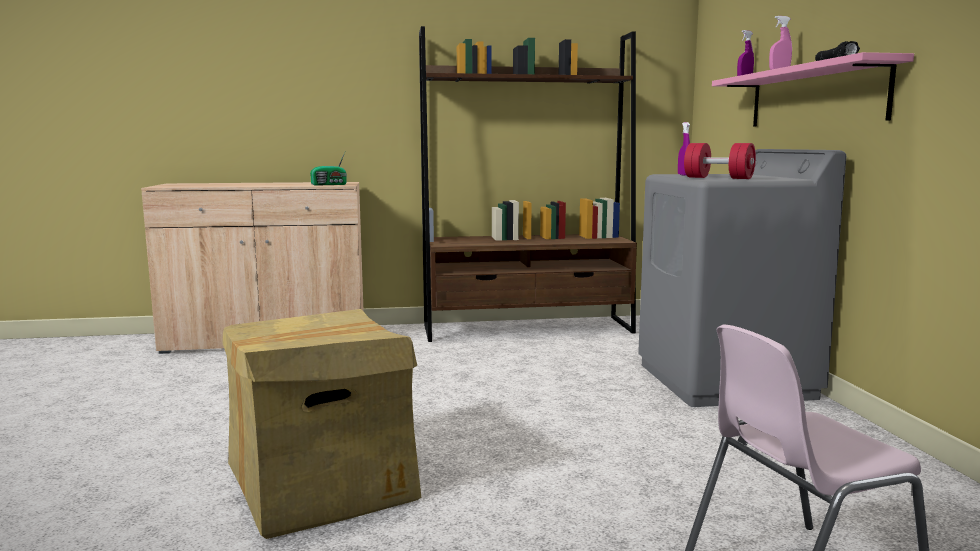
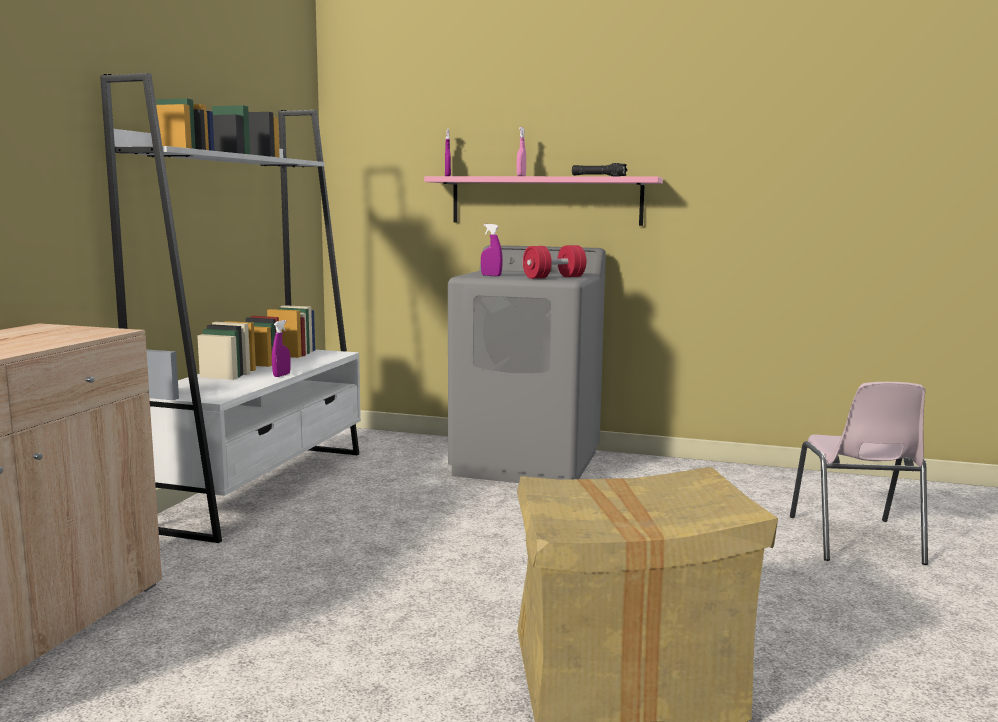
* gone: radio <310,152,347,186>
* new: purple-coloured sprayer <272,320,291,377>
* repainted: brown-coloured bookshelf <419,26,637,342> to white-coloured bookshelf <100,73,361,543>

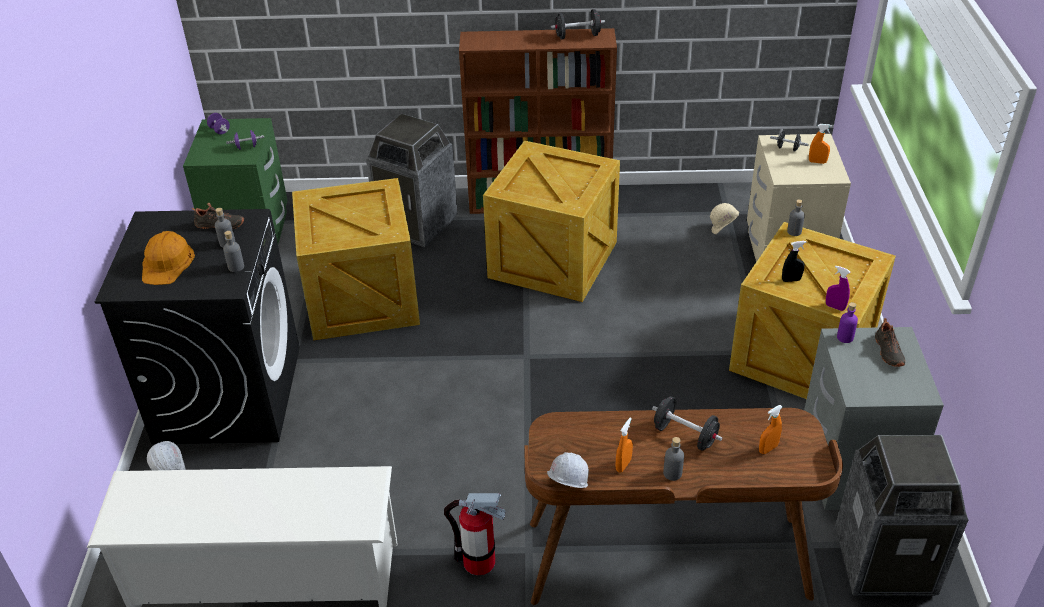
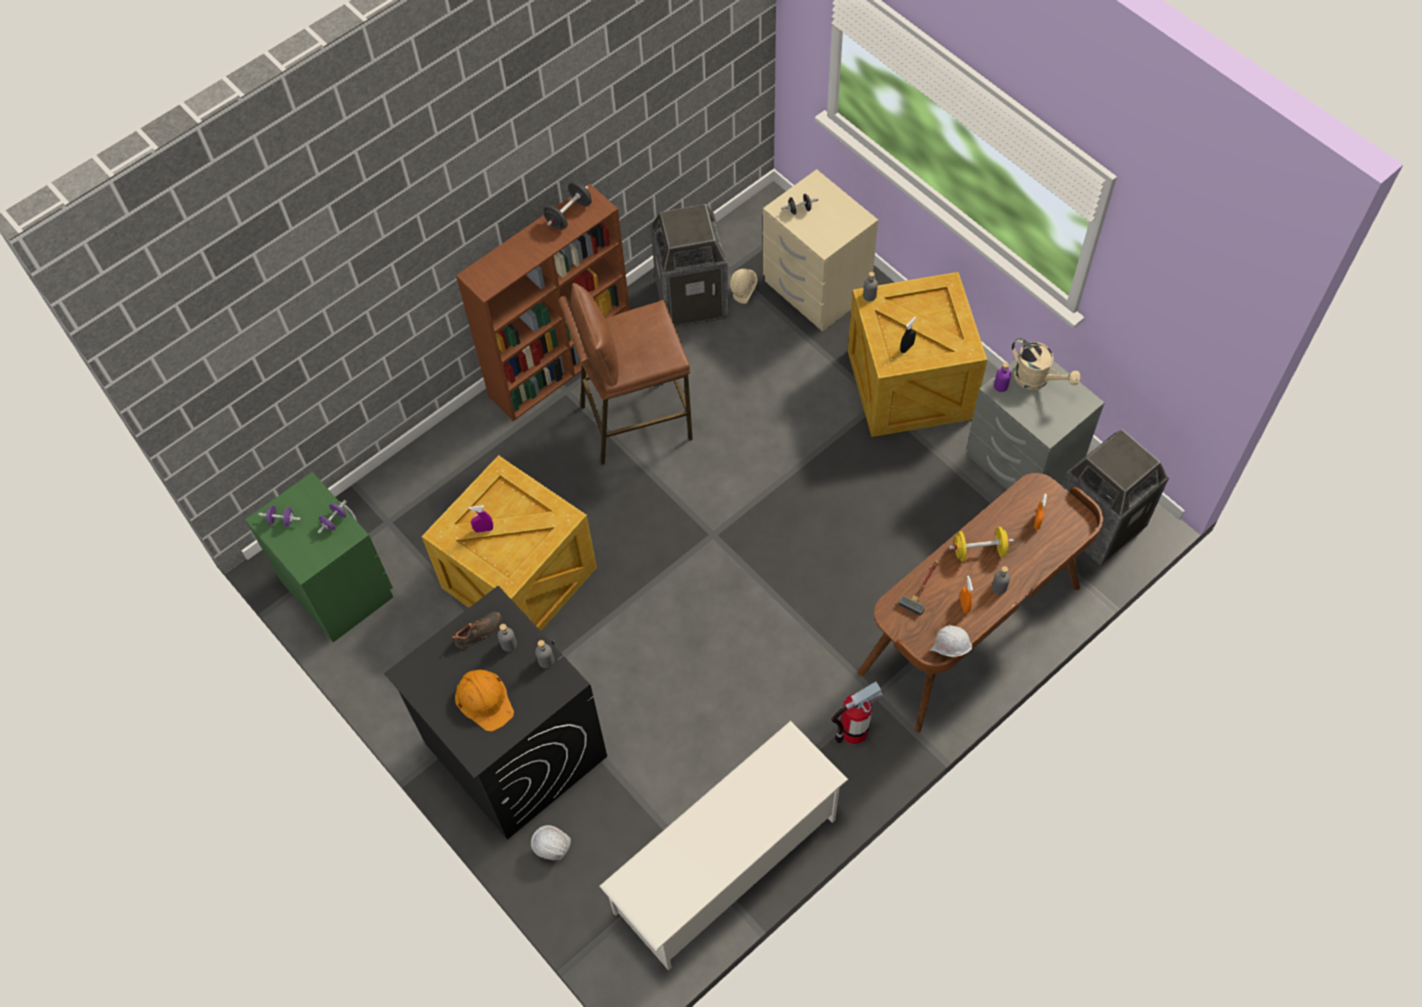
* gone: orangey sprayer <809,124,832,164>
* new: hand hammer <898,560,938,616>
* shifted: rubbish bin <366,113,458,248> to <650,204,729,328>
* shifted: purple-coloured sprayer <826,266,850,311> to <469,505,493,533>
* swapped: shipping crate <483,141,620,302> to brown-coloured stool seat <559,283,693,465>
* swapped: black low shoe <875,318,905,367> to beige-coloured watering can <1012,338,1080,390>
* repainted: black free weight <652,396,722,451> to yellowish free weight <949,527,1014,562>

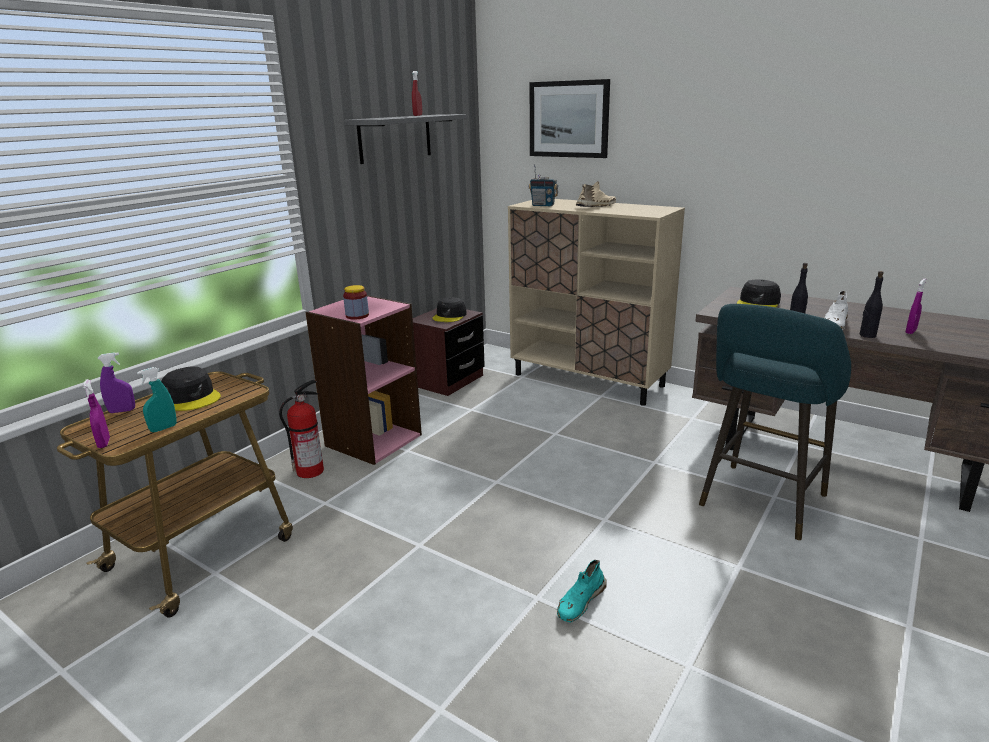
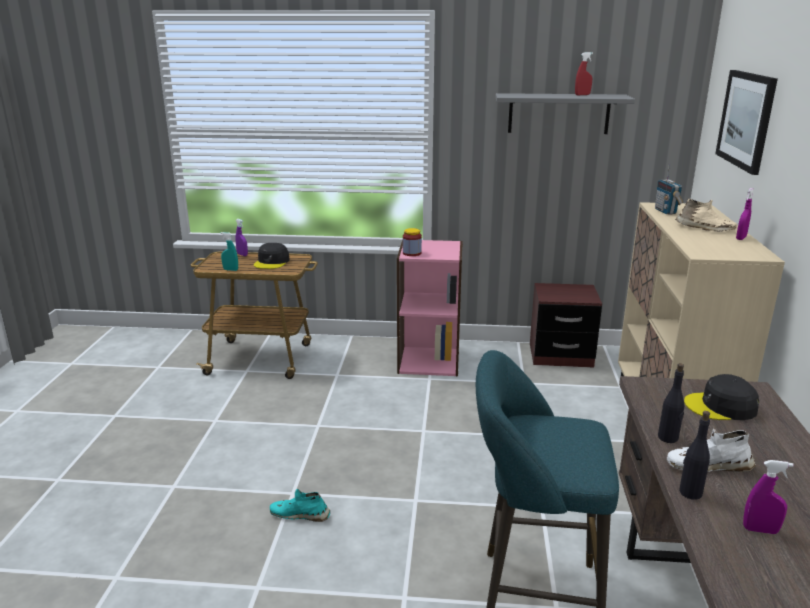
* gone: extinguisher <279,380,324,478>
* gone: black baseball cap <433,297,467,322>
* shifted: purple-coloured sprayer <83,379,110,448> to <736,188,754,240>

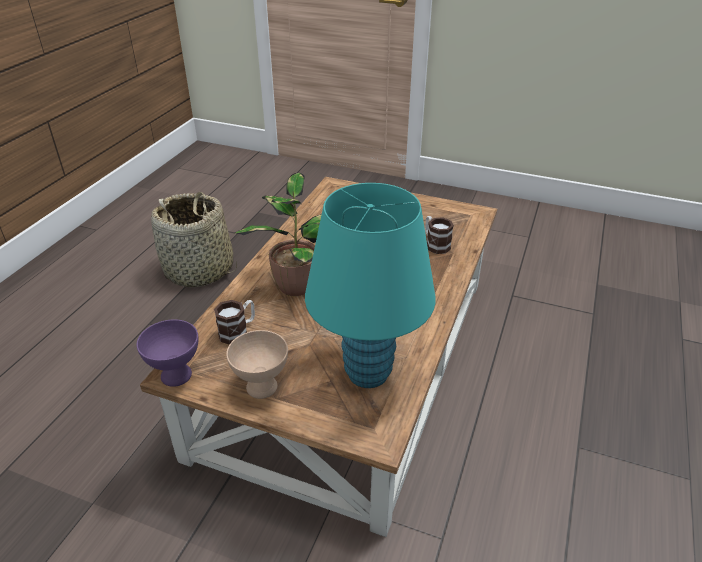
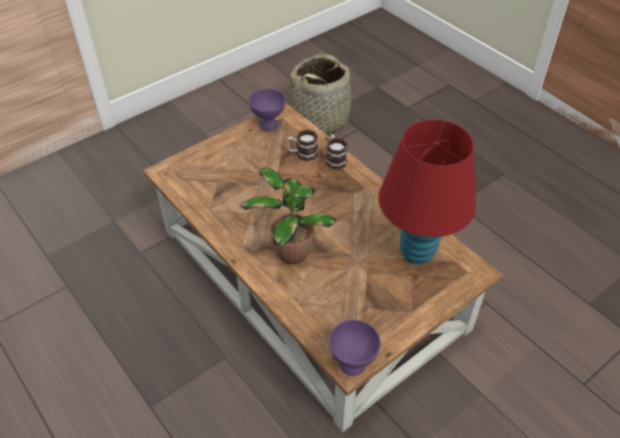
* gone: beige-coloured deep dish <226,330,288,399>
* new: purple-coloured deep dish <249,89,286,131>
* shifted: basket <151,192,237,287> to <290,53,359,135>
* shifted: tea mug <214,300,255,345> to <326,135,348,170>
* repainted: blue-green table lamp <305,183,436,388> to reddish table lamp <378,119,476,265>

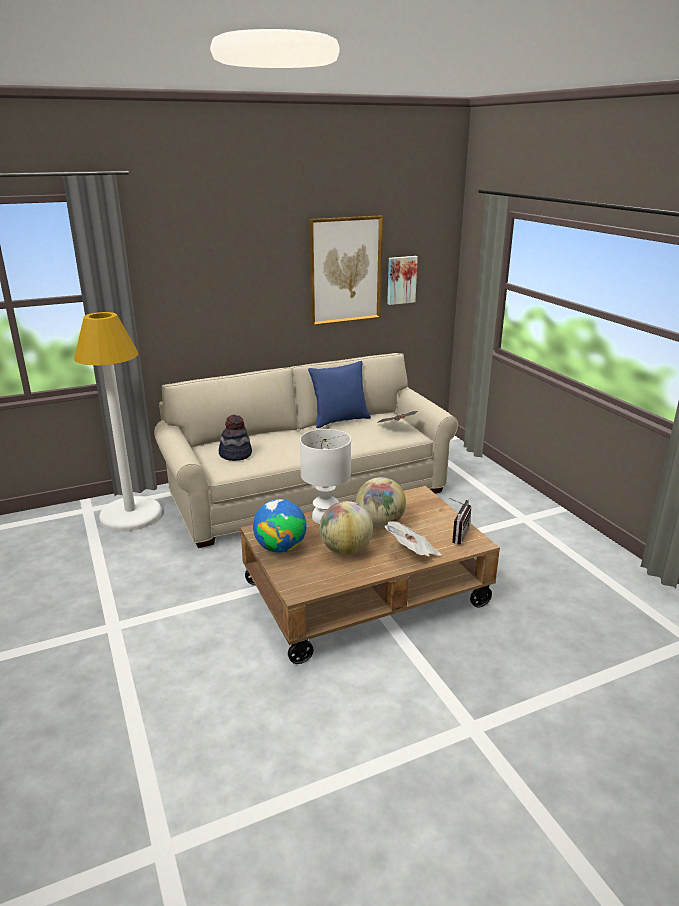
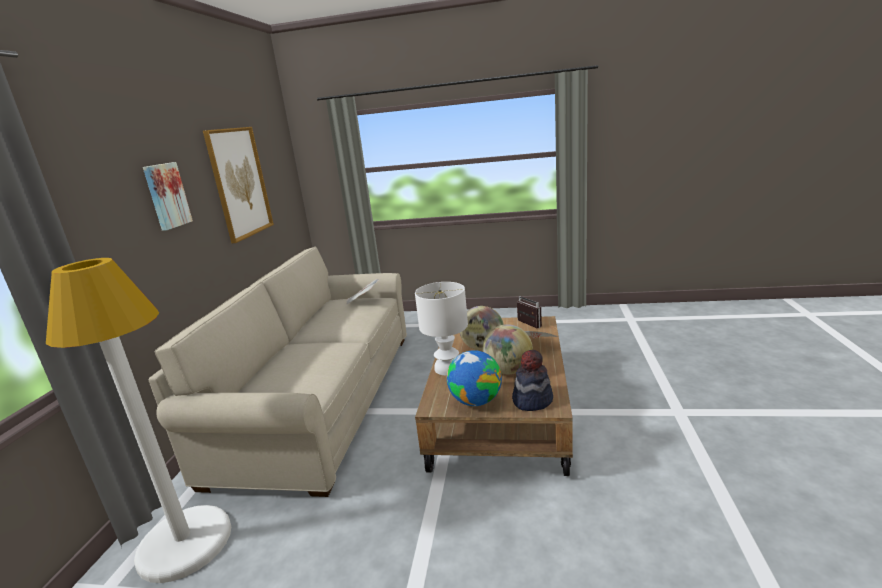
* gone: blue-coloured throw pillow <308,361,371,428>
* shifted: hat <219,414,252,461> to <512,350,553,411>
* shifted: wall art <387,256,418,305> to <143,162,193,231>

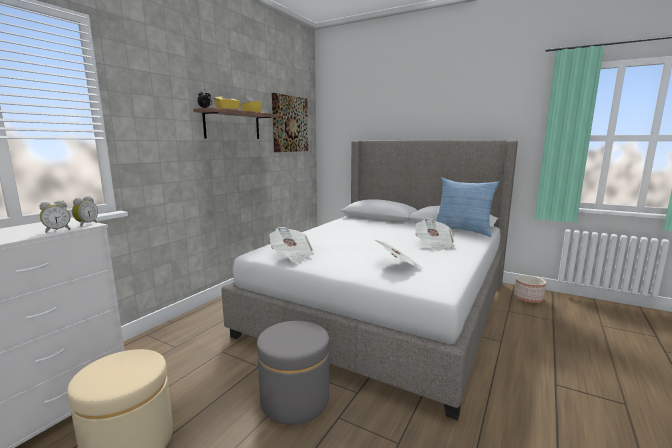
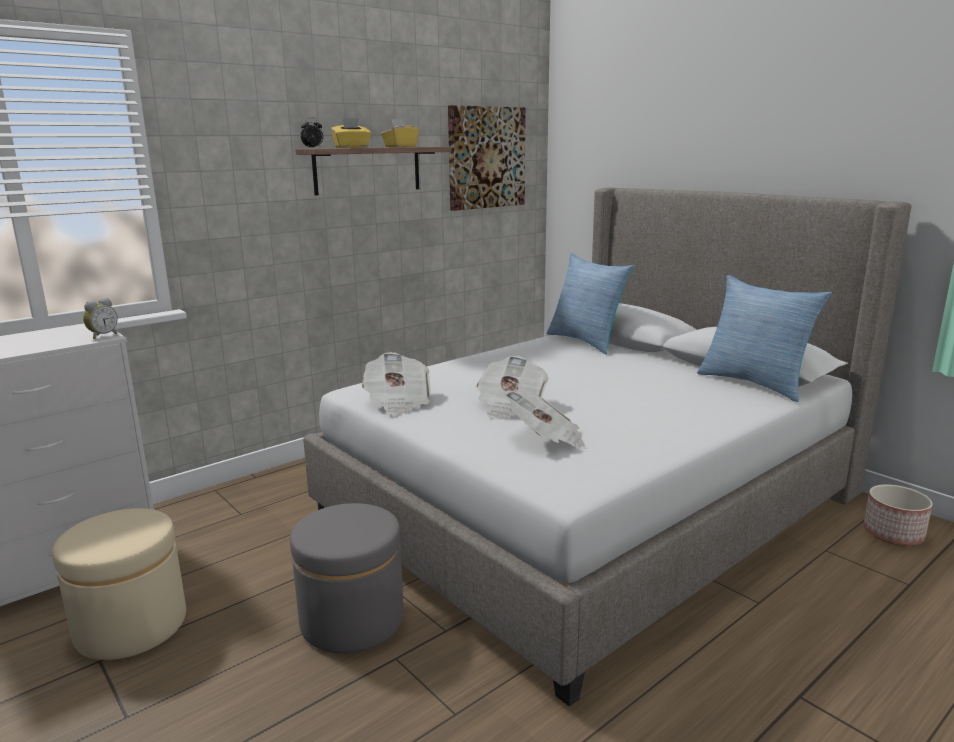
* gone: bedside clock <39,201,70,233>
* new: throw pillow <546,253,634,355>
* shifted: daily paper <415,218,455,251> to <477,356,549,420>

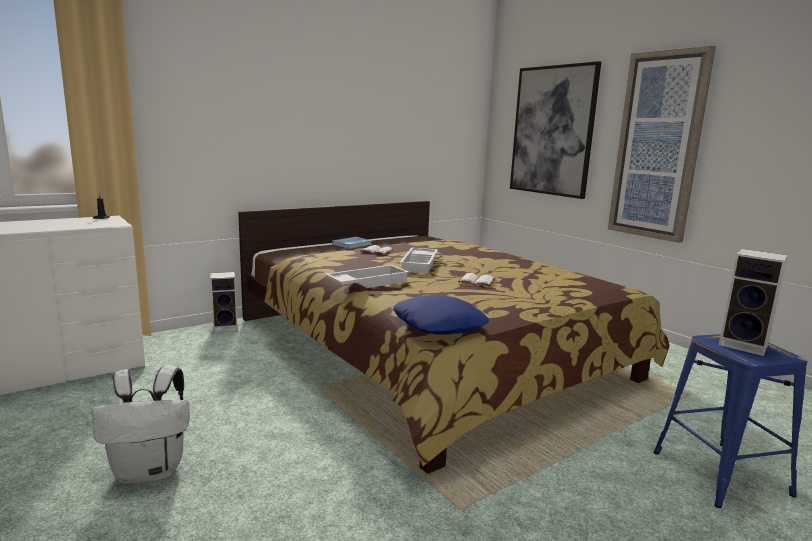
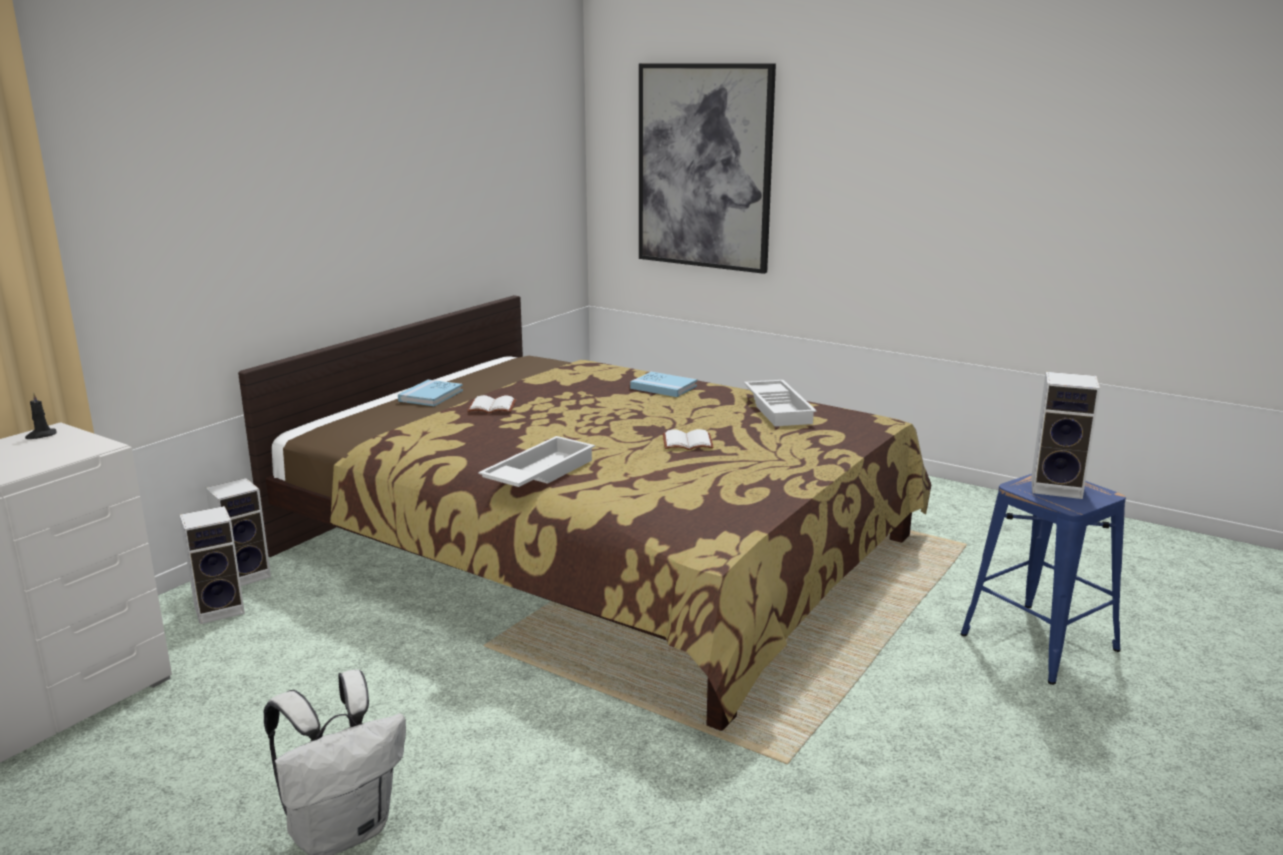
* gone: blue-coloured throw pillow <393,295,489,334>
* gone: wall art <608,46,716,243>
* new: loudspeaker <179,506,245,624>
* new: blue-coloured volume <630,372,697,397>
* shifted: white-coloured tray <400,248,438,274> to <744,380,817,426>

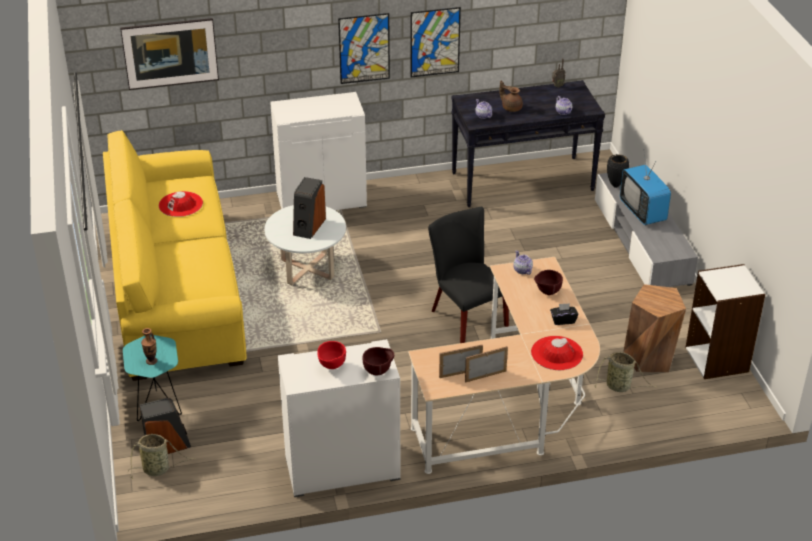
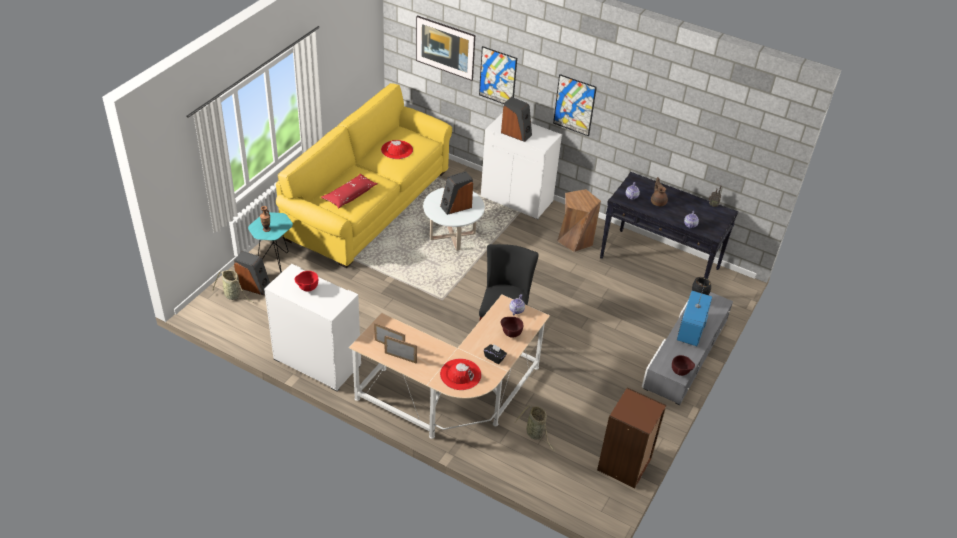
* new: reddish throw pillow <321,174,378,208>
* new: loudspeaker <501,97,532,142>
* shifted: brown-coloured deep dish <362,347,394,375> to <672,355,695,376>
* shifted: wall art <410,7,461,77> to <479,46,517,104>
* shifted: brown-coloured stool seat <623,284,686,372> to <557,189,601,252>
* repainted: white-coloured bookshelf <685,264,765,379> to brown-coloured bookshelf <597,387,666,488>

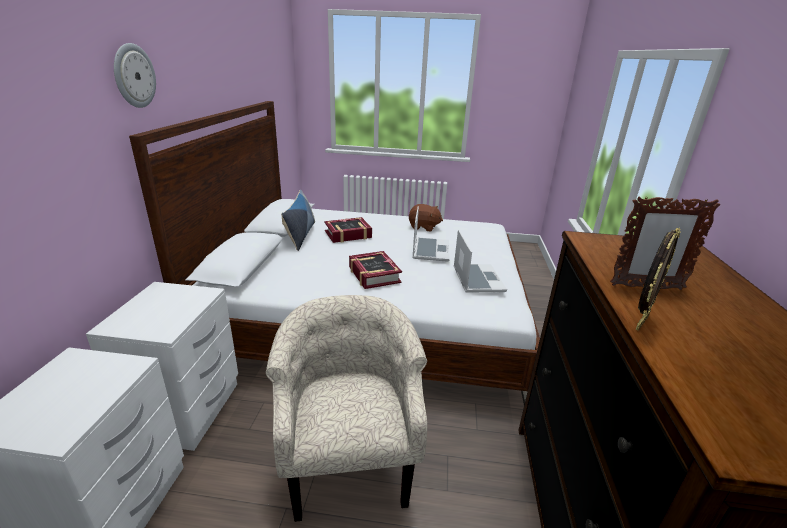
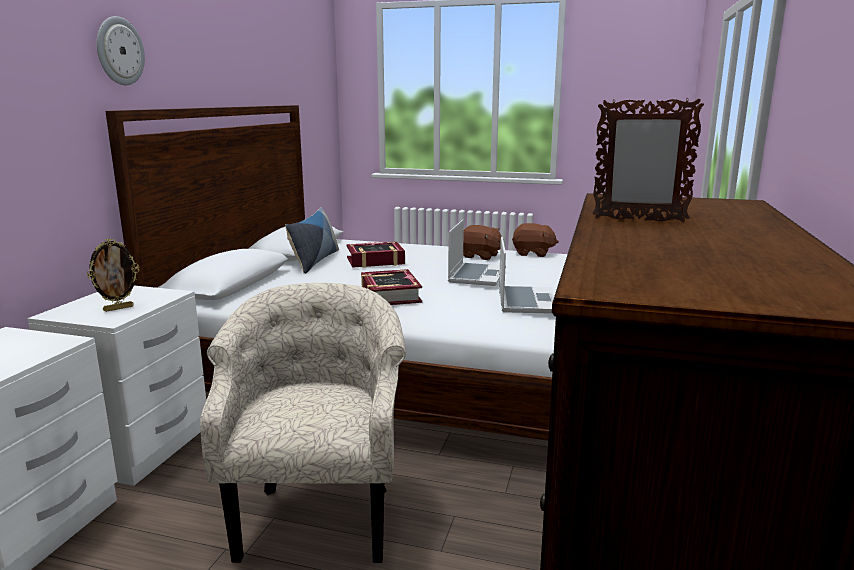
* new: brown-coloured plush toy <512,223,559,257>
* shifted: photo frame <636,228,681,330> to <87,238,139,312>

